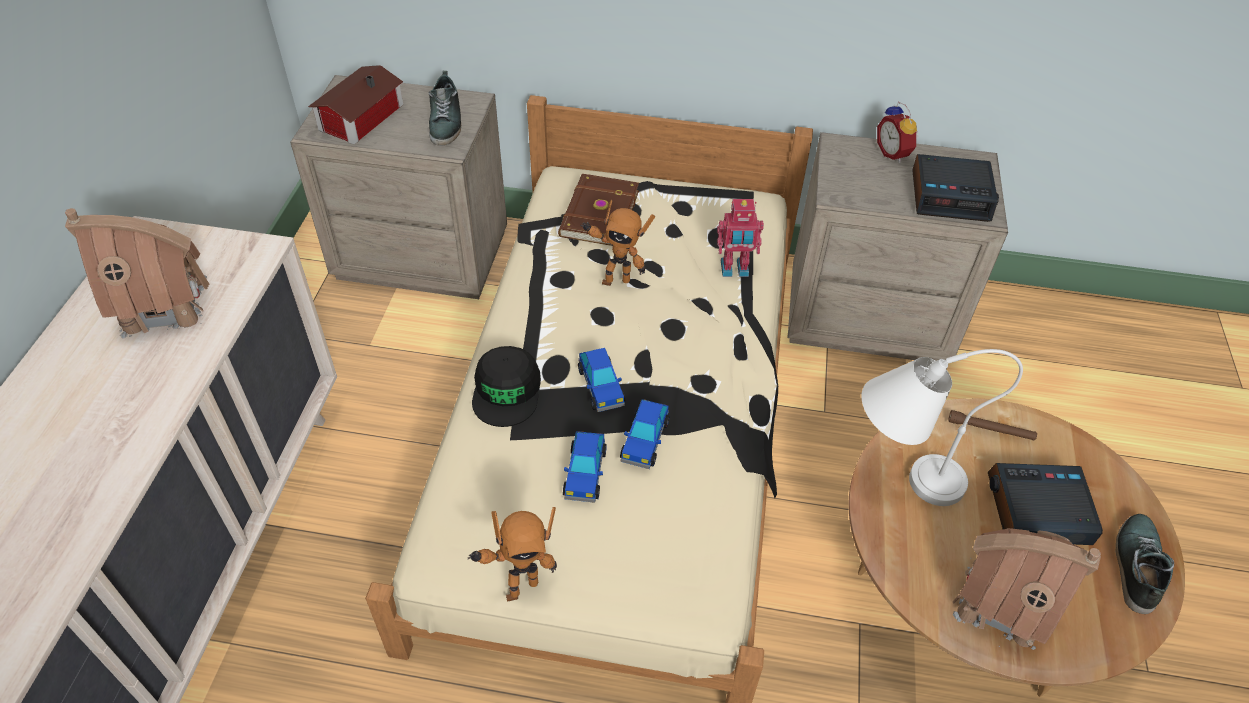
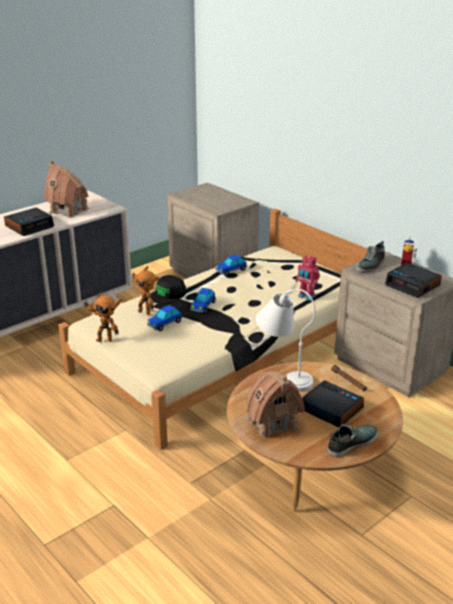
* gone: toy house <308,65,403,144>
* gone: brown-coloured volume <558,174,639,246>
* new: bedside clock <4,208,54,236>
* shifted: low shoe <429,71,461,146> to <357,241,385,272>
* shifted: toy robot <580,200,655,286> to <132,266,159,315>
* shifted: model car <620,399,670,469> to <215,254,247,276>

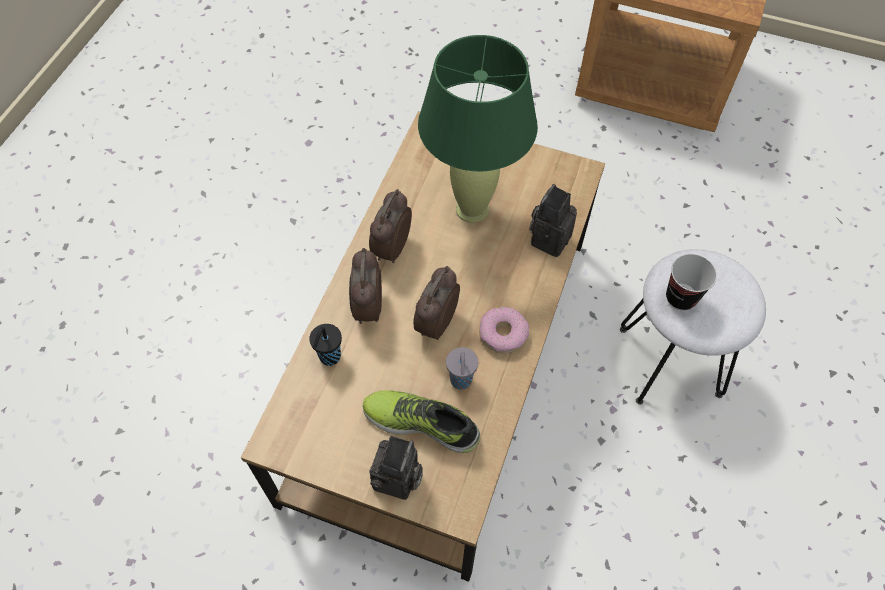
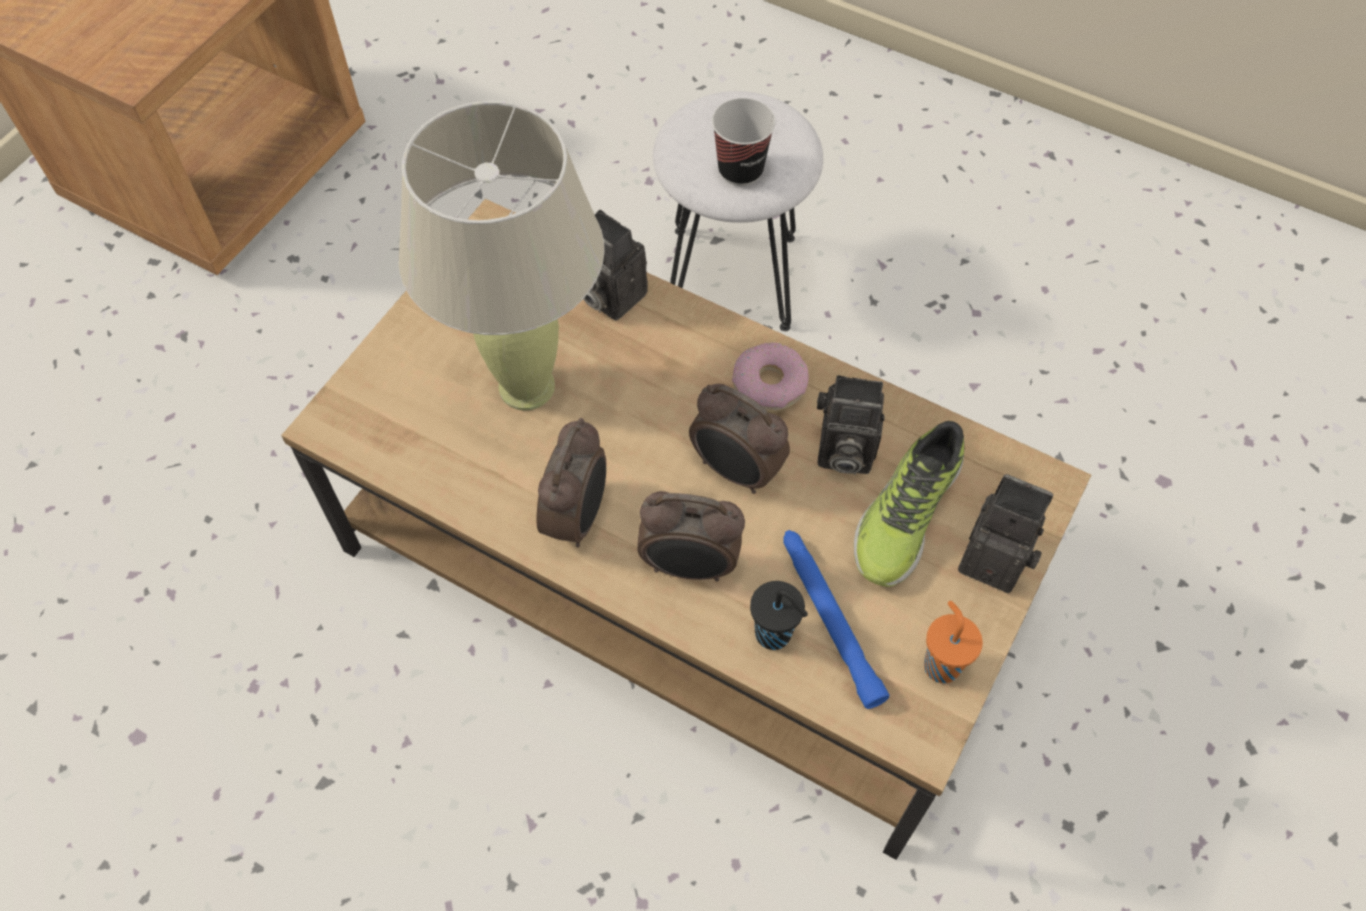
* new: blue-coloured flashlight <784,530,889,709>
* new: orangey drinking cup <924,601,983,683>
* swapped: grey drinking cup <446,347,478,389> to still camera <817,375,885,475>
* repainted: greenish table lamp <418,35,538,223> to beige-coloured table lamp <398,101,605,410>
* rotated: bedside clock <369,189,412,263> = <536,418,606,547> 105 degrees counterclockwise

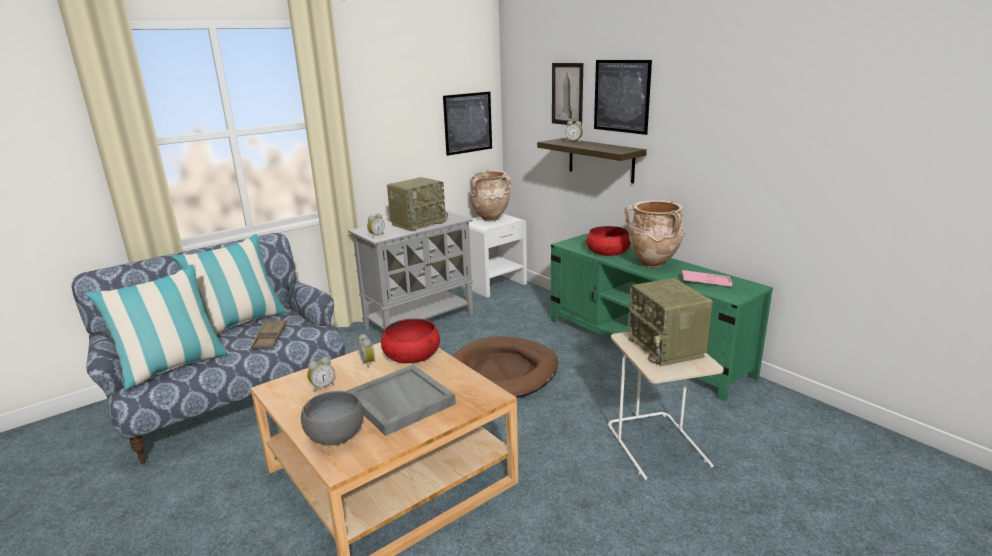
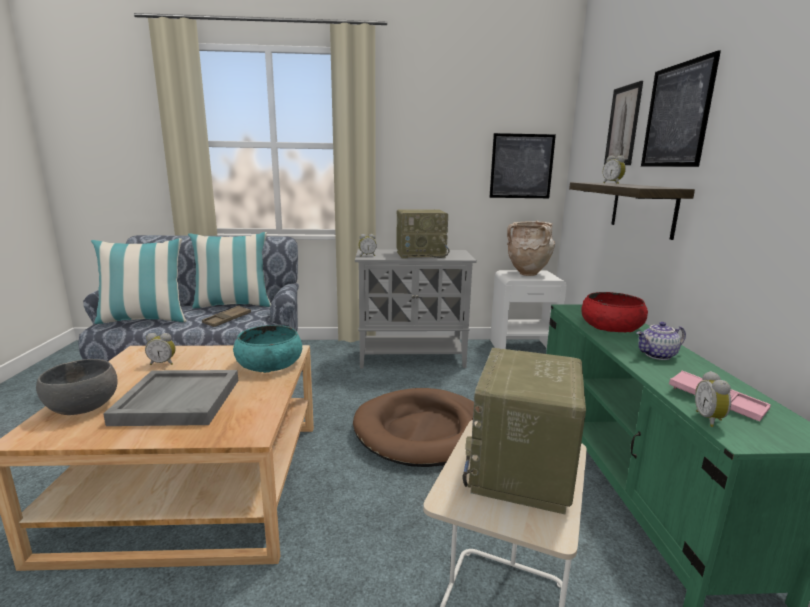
* shifted: bedside clock <358,334,376,368> to <695,371,731,427>
* swapped: beige-coloured flower vase <624,200,685,268> to pot for tea <636,322,686,360>
* repainted: reddish deep dish <381,318,440,363> to blue-green deep dish <233,325,302,373>

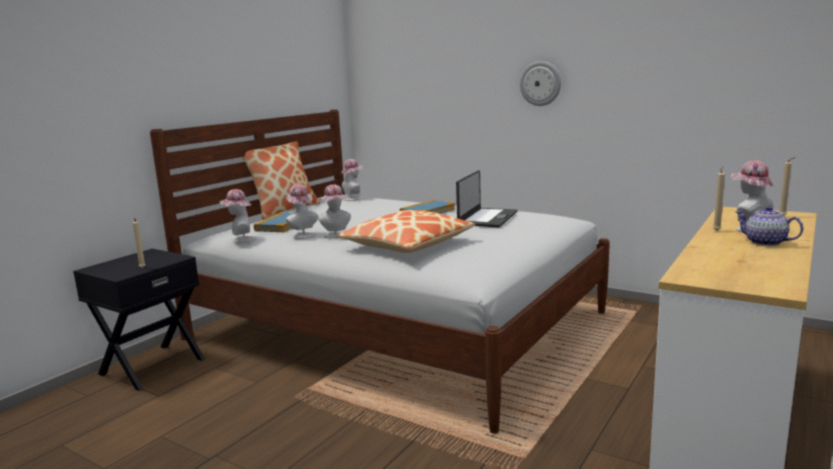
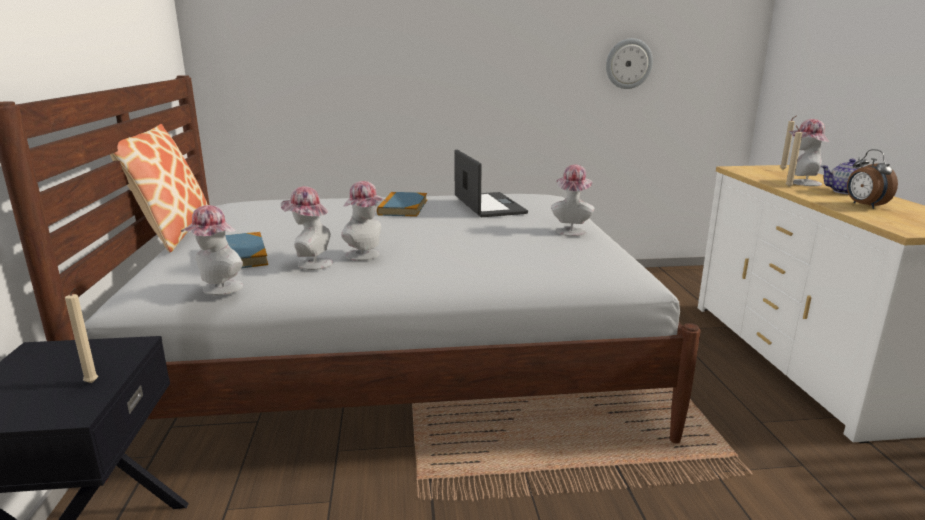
* gone: throw pillow <337,210,476,253>
* new: bedside clock <847,149,898,209>
* shifted: hat <341,159,363,201> to <551,165,595,236>
* shifted: wall clock <520,61,561,106> to <606,38,653,89>

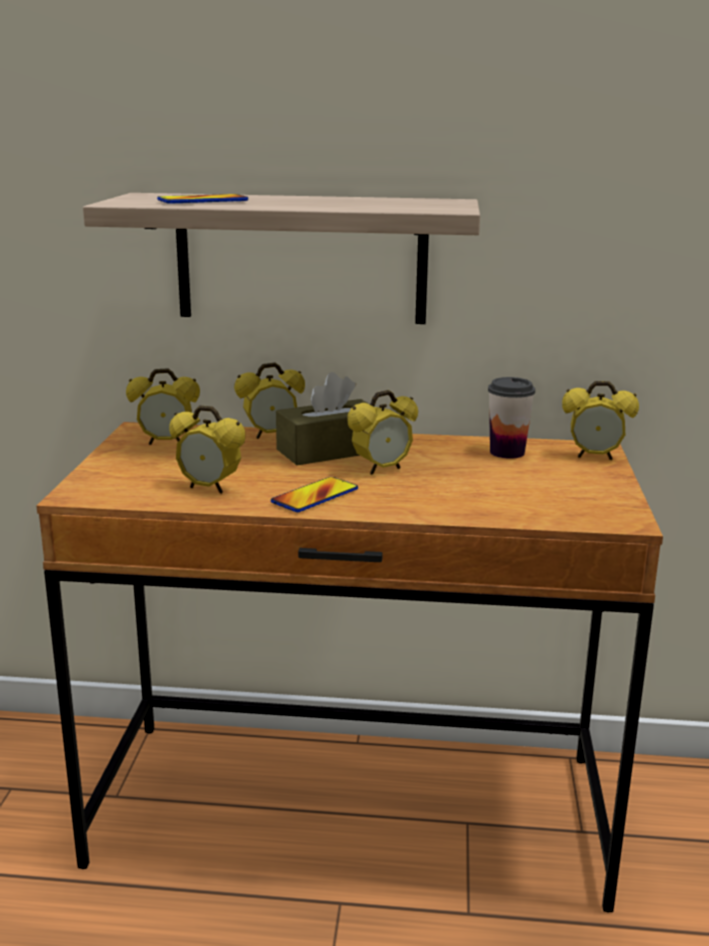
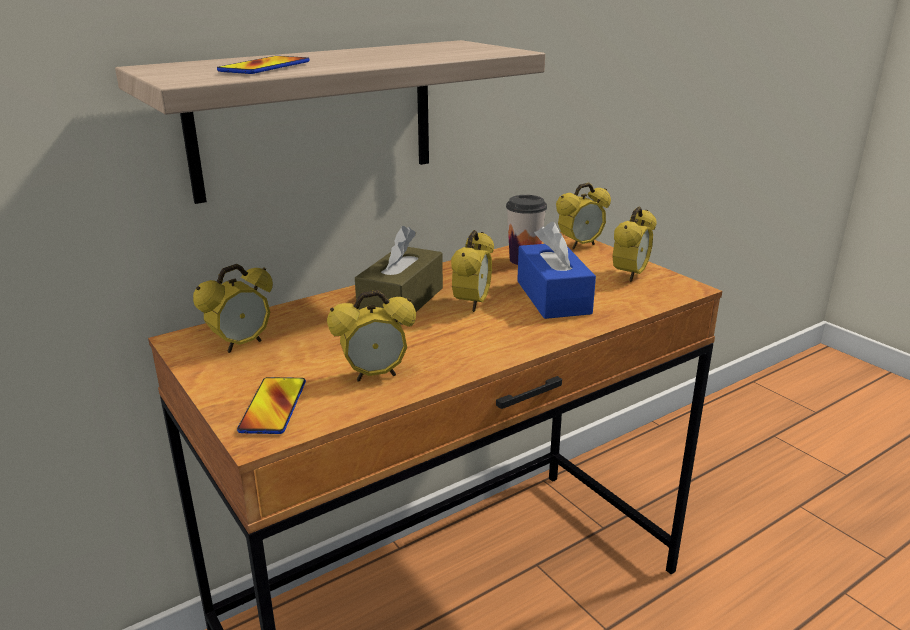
* new: blue-coloured tissue holder <517,222,596,319>
* shifted: bedside clock <234,363,305,439> to <612,206,657,282>
* shifted: telephone <271,477,358,512> to <237,377,306,434>

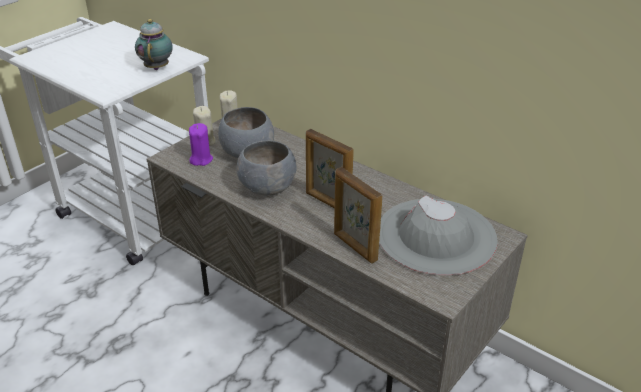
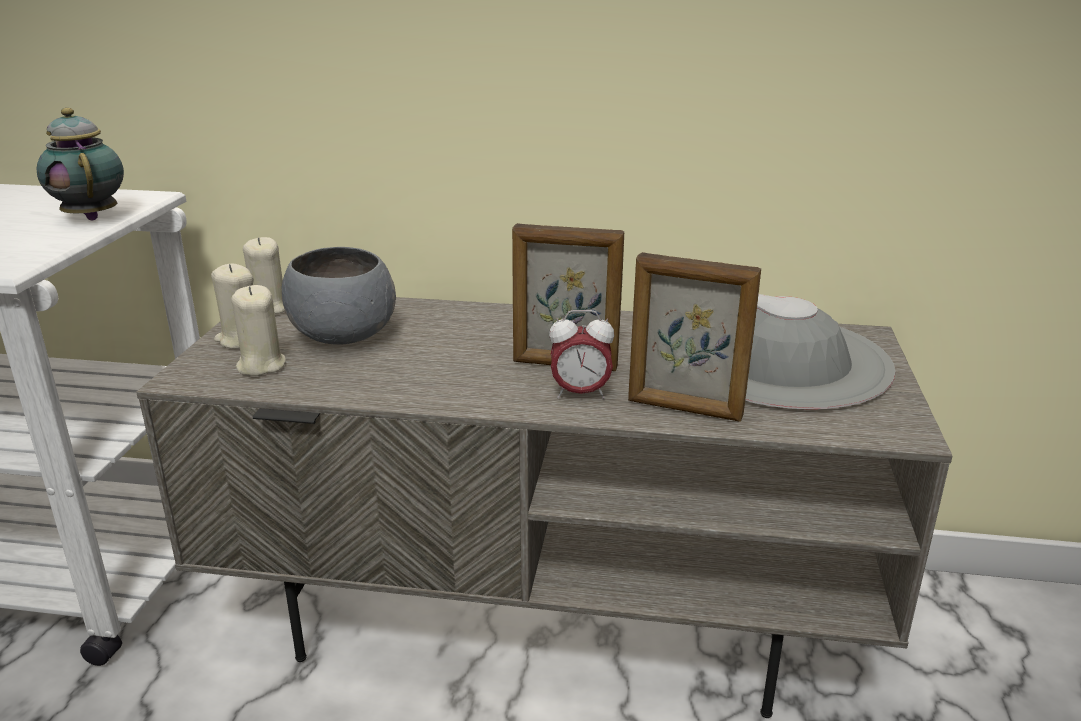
* gone: grey deep dish <237,140,297,195>
* new: bedside clock <549,310,615,399>
* repainted: purple-coloured wax light <189,123,213,166> to beige-coloured wax light <231,285,286,376>

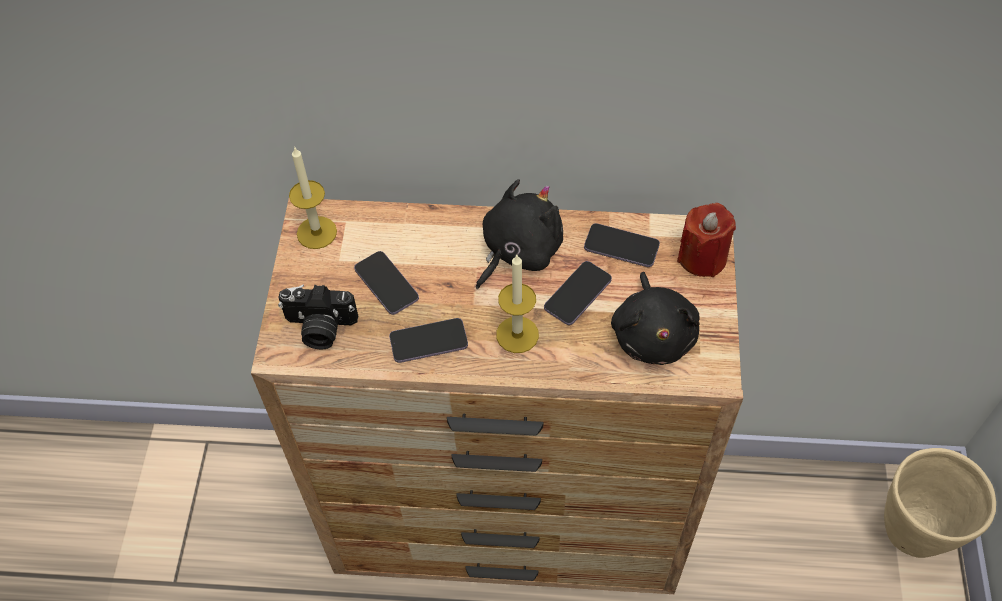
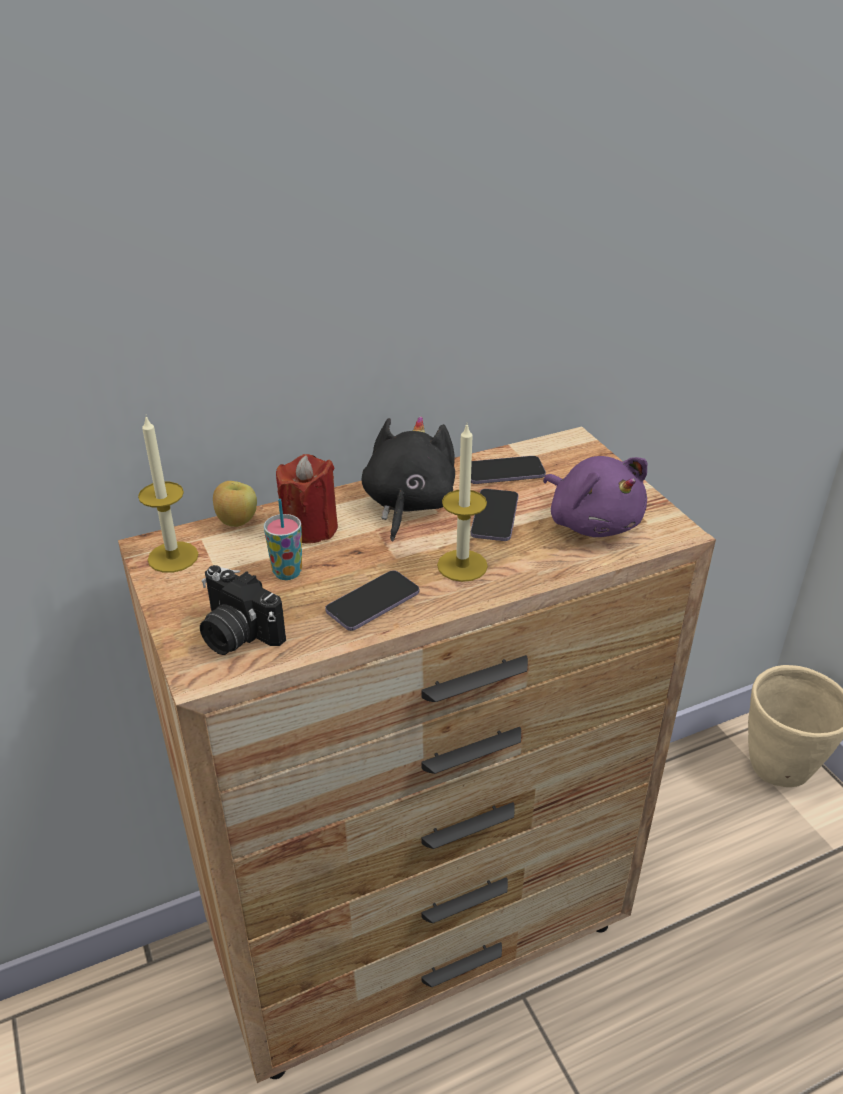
* new: whole apple <213,481,257,527>
* shifted: reddish wax light <677,203,736,277> to <276,454,338,544>
* swapped: telephone <354,251,419,315> to drinking cup <264,499,302,580>
* repainted: black plush toy <611,272,700,365> to purple-coloured plush toy <543,456,647,537>
* rotated: still camera <278,285,358,350> = <200,565,286,655> 60 degrees clockwise

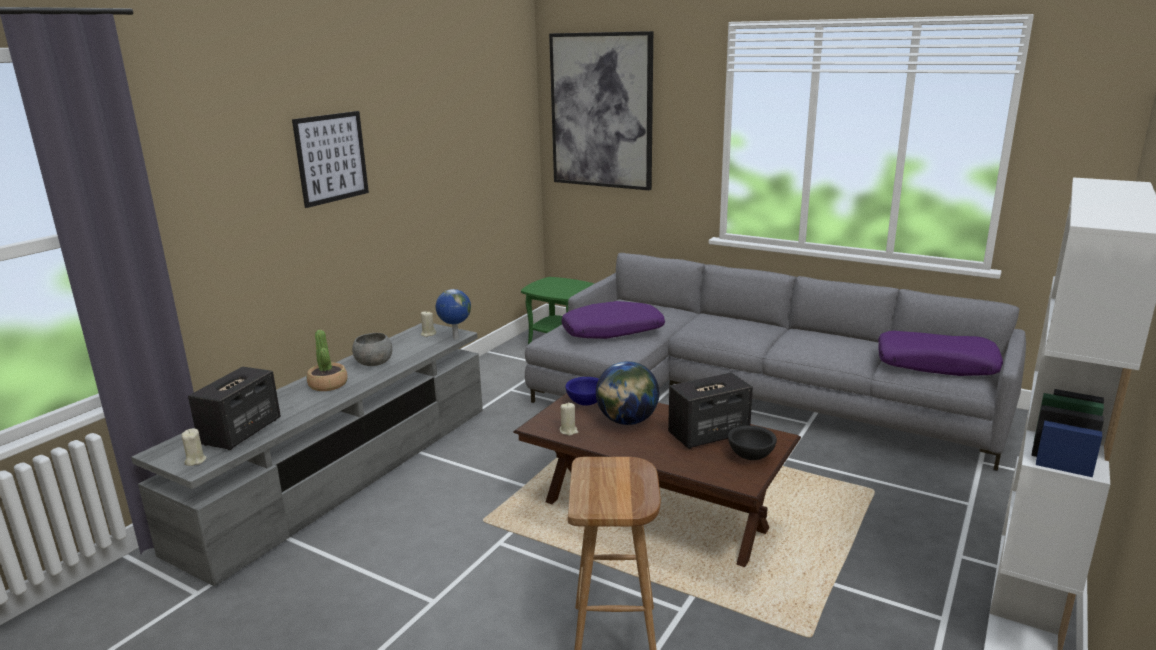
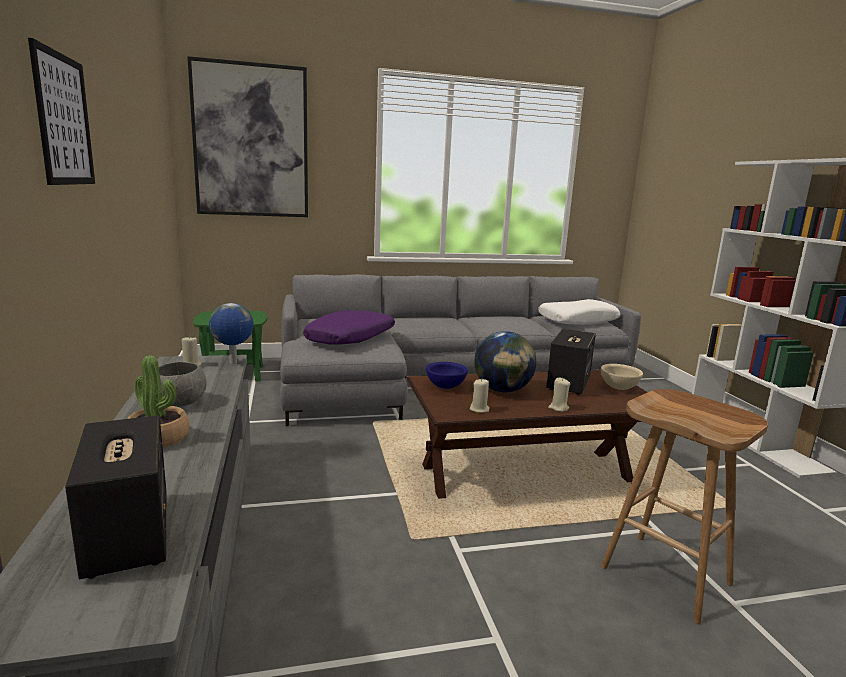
* shifted: beige-coloured wax light <182,429,207,466> to <548,377,570,412>
* repainted: black deep dish <728,425,777,460> to beige-coloured deep dish <601,364,643,390>
* repainted: purple-coloured throw pillow <878,331,1003,376> to white-coloured throw pillow <538,299,620,325>

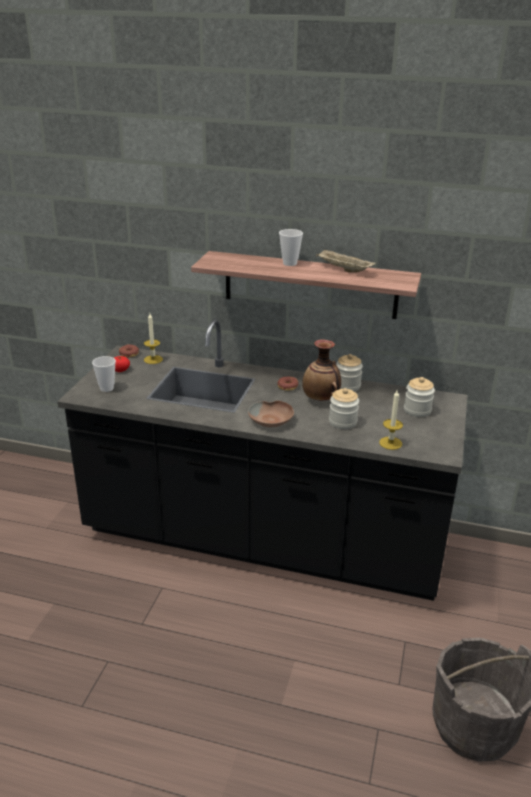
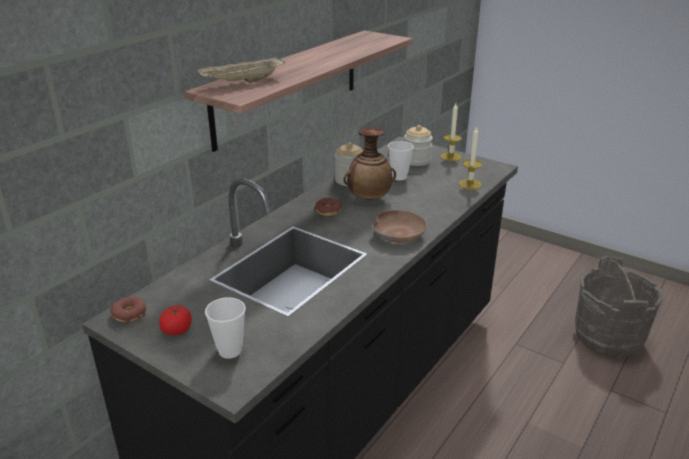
* gone: preserve jar <329,388,359,429>
* shifted: wax light <144,314,163,364> to <441,103,462,161>
* shifted: drinking cup <279,229,303,266> to <388,141,414,180>
* shifted: beige-coloured tray <316,249,376,273> to <197,55,285,83>

